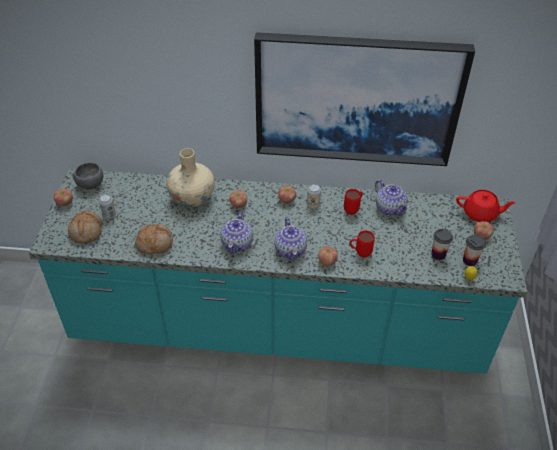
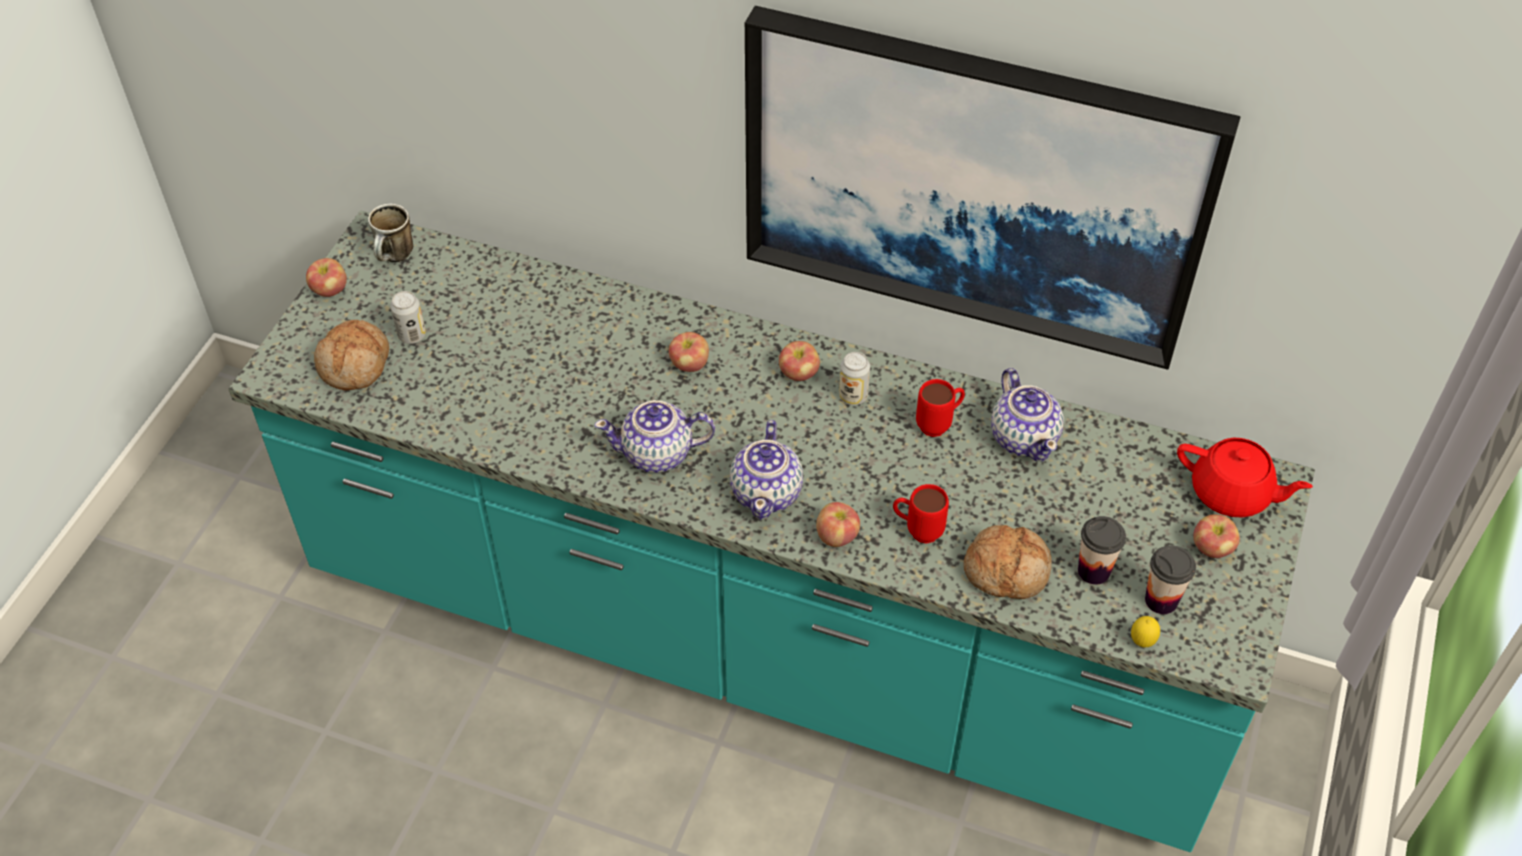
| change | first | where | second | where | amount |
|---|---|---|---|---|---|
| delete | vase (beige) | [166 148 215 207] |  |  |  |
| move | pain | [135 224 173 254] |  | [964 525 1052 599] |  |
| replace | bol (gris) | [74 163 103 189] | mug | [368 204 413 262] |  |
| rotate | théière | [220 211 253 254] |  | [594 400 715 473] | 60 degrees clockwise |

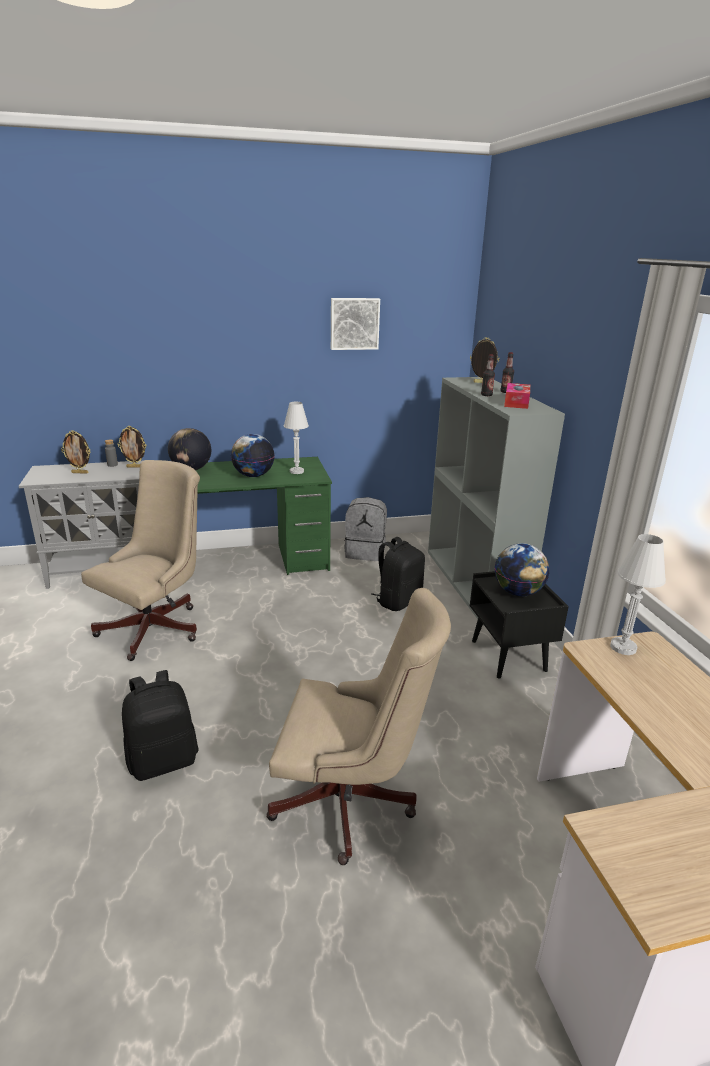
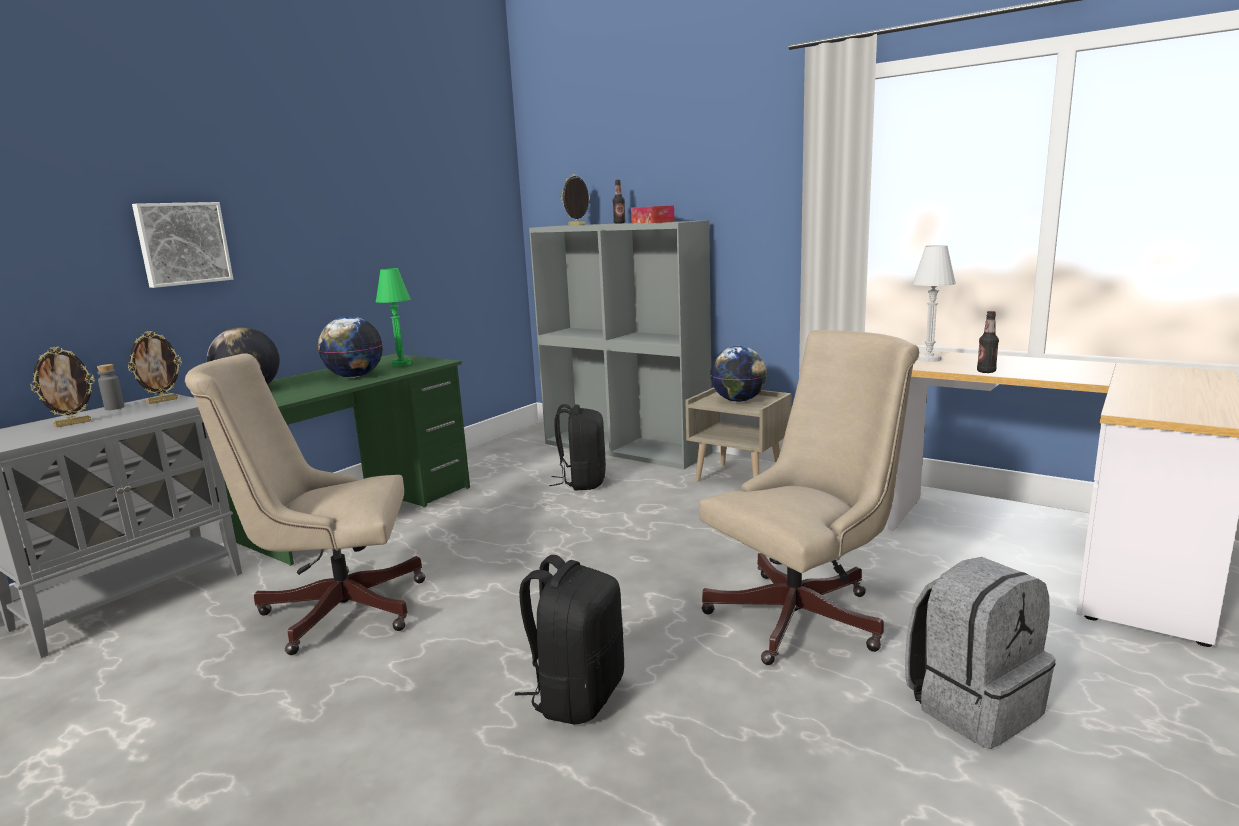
| change | first | where | second | where | amount |
|---|---|---|---|---|---|
| move | tableau | [331 298 380 350] |  | [132 202 233 288] |  |
| move | sac à dos (gris) | [344 497 387 561] |  | [905 557 1056 749] |  |
| move | bouteille | [481 354 495 396] |  | [977 311 999 373] |  |
| recolor | lampe de table (blanc) | [284 402 309 474] | lampe de table (vert) | [376 268 411 366] |  |
| recolor | table de chevet (noir) | [470 571 569 679] | table de chevet (beige) | [685 387 792 482] |  |
| rotate | chaise de bureau (beige) | [81 460 200 661] |  | [185 353 426 655] | 90 degrees counterclockwise |

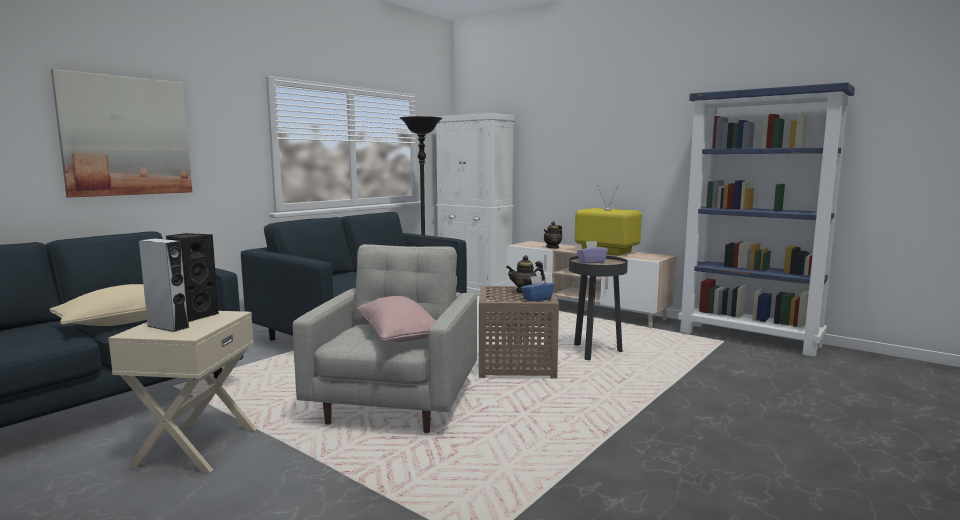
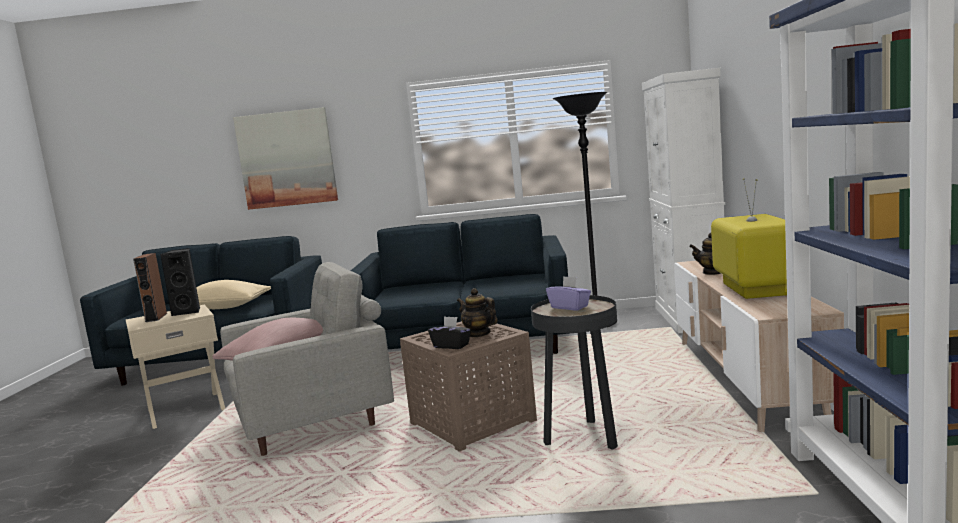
| change | first | where | second | where | amount |
|---|---|---|---|---|---|
| recolor | enceinte (gris) | [139 238 189 332] | enceinte (marron) | [133 253 167 322] |  |
| recolor | boîte à mouchoirs (bleu) | [520 275 555 301] | boîte à mouchoirs (noir) | [428 316 471 349] |  |

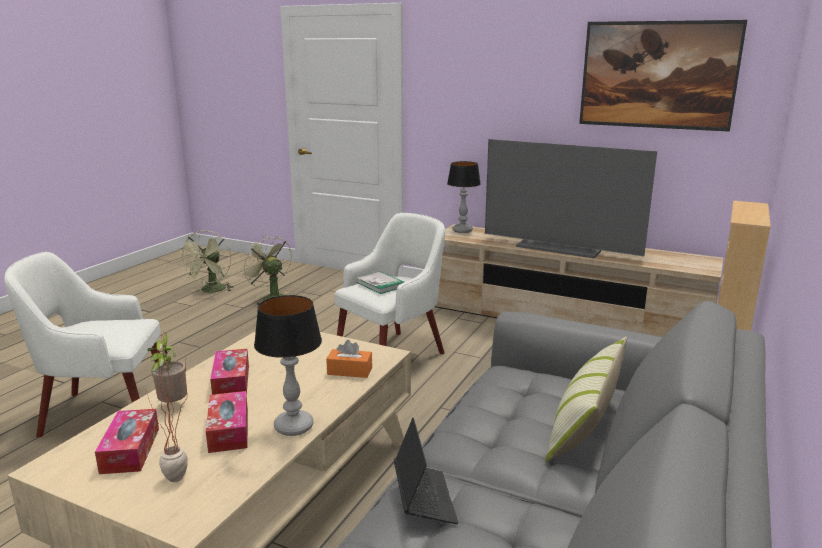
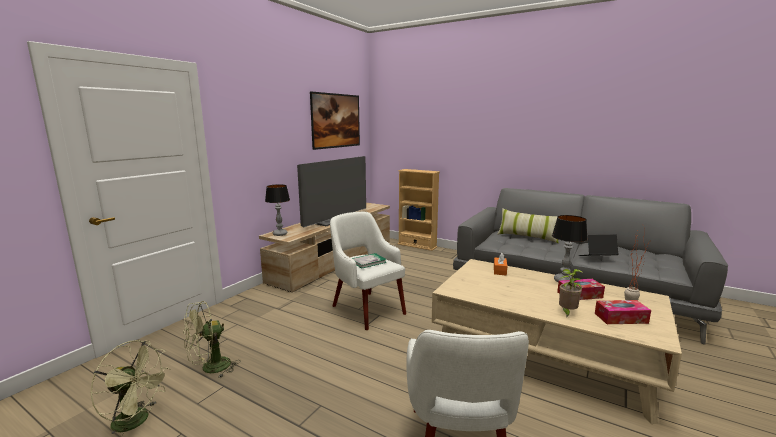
| change | first | where | second | where | amount |
|---|---|---|---|---|---|
| delete | boîte à mouchoirs | [210 349 249 395] |  |  |  |

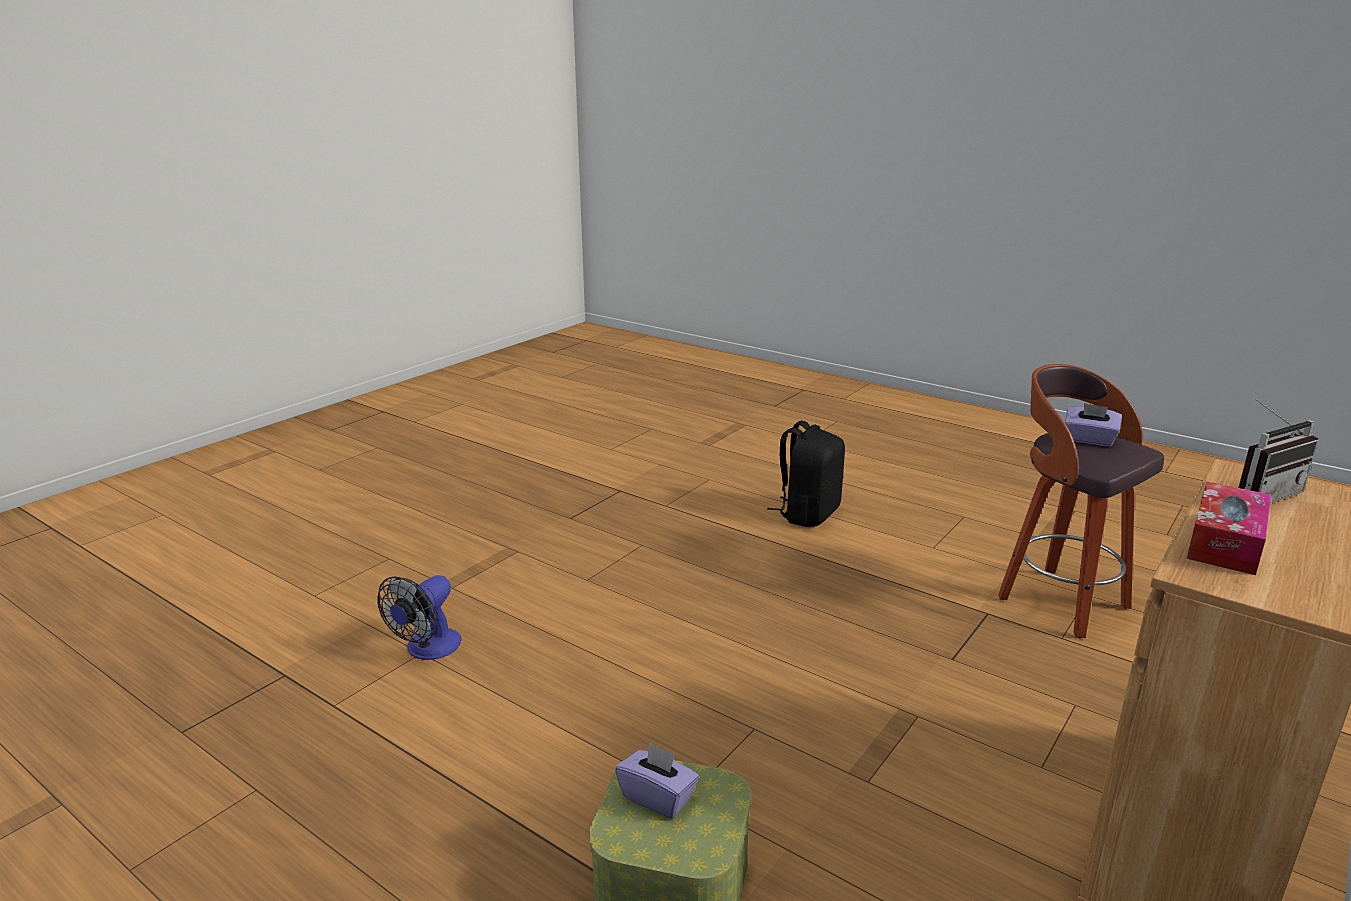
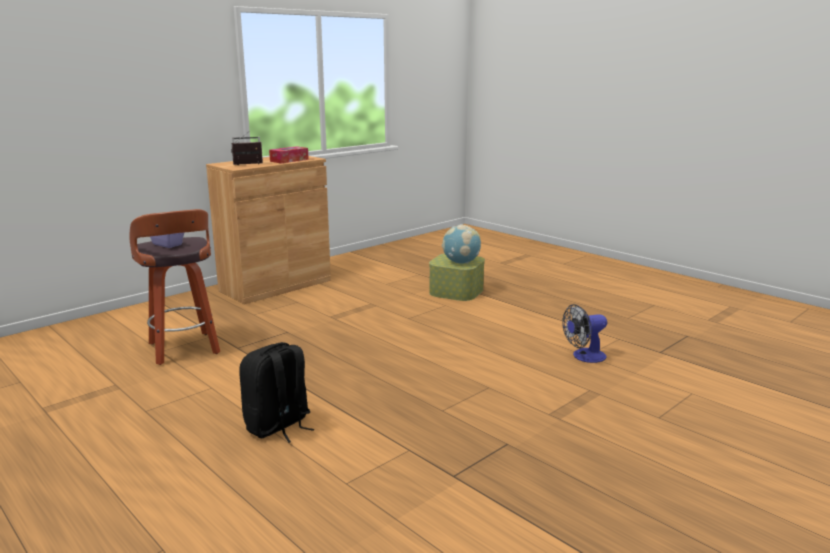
| change | first | where | second | where | amount |
|---|---|---|---|---|---|
| replace | boîte à mouchoirs (violet) | [615 742 699 819] | globe | [442 224 481 264] |  |
| rotate | ventilateur | [378 575 461 660] |  | [562 304 607 363] | 150 degrees counterclockwise |

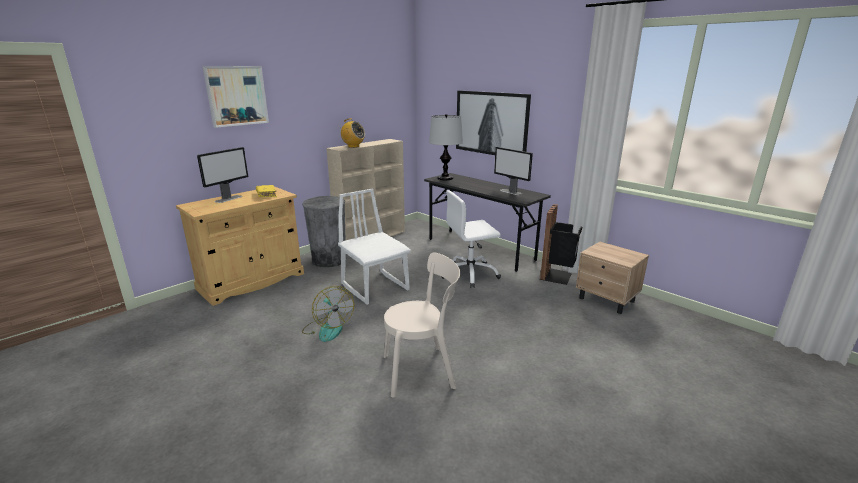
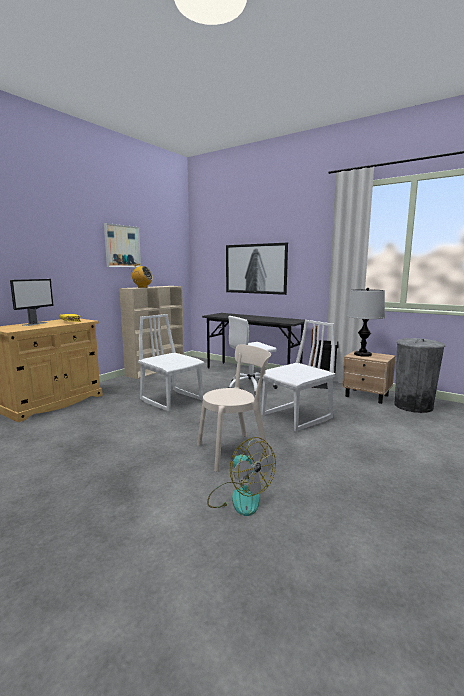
| change | first | where | second | where | amount |
|---|---|---|---|---|---|
| delete | écran d'ordinateur | [494 147 533 195] |  |  |  |
| insert |  |  | chaise (blanc) | [261 320 335 431] |  |
| move | tableau | [203 66 269 128] |  | [104 223 141 267] |  |
| move | poubelle (gris) | [302 196 345 268] |  | [394 338 445 413] |  |
| move | ventilateur | [302 286 354 342] |  | [207 437 276 516] |  |
| move | lampe de table | [429 114 463 180] |  | [347 288 385 357] |  |

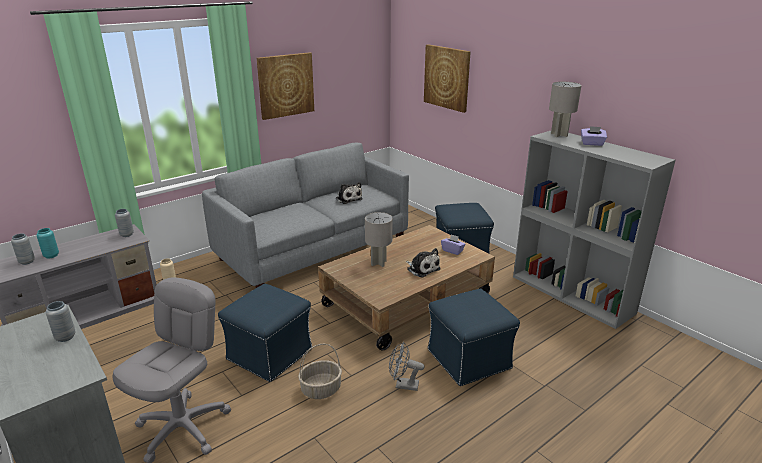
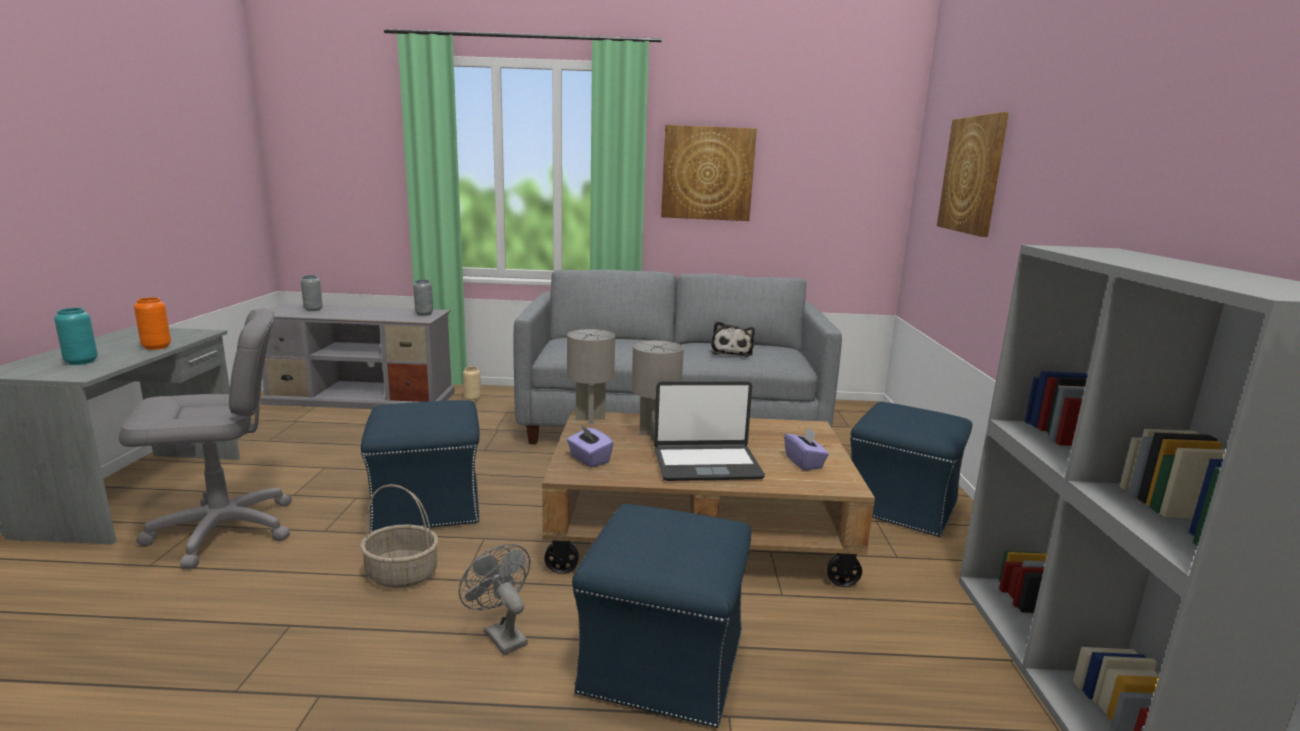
| change | first | where | second | where | amount |
|---|---|---|---|---|---|
| move | vase (turquoise) | [36 228 59 259] |  | [54 308 98 365] |  |
| move | lampe de table (gris) | [549 82 581 137] |  | [567 329 615 424] |  |
| move | boîte à mouchoirs (violet) | [581 126 607 146] |  | [567 425 614 467] |  |
| replace | peluche | [406 248 441 278] | ordinateur portable | [654 381 765 481] |  |
| recolor | vase (gris) | [46 301 76 342] | vase (orange) | [134 297 171 350] |  |

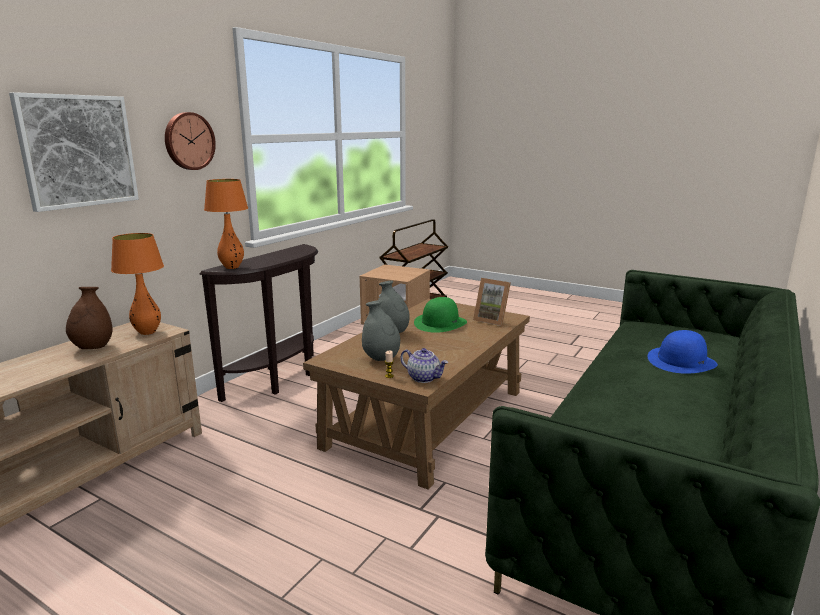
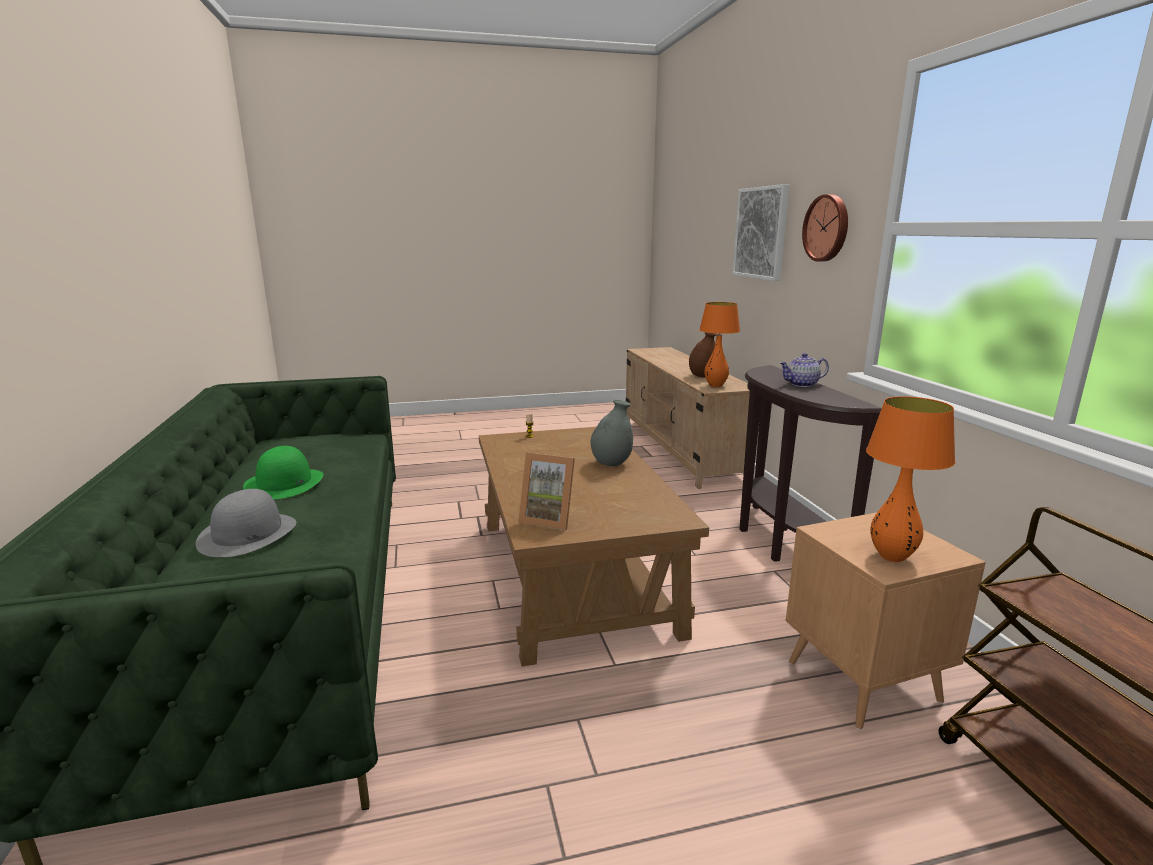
| change | first | where | second | where | amount |
|---|---|---|---|---|---|
| delete | vase (gris) | [362 300 400 361] |  |  |  |
| move | lampe de table (orange) | [204 179 248 269] |  | [866 396 955 562] |  |
| move | théière | [400 348 448 383] |  | [779 353 829 387] |  |
| move | chapeau (vert) | [414 297 467 333] |  | [243 446 323 499] |  |
| recolor | chapeau (bleu) | [647 330 718 374] | chapeau (gris) | [196 489 296 557] |  |
| rotate | cadre photo | [473 278 511 326] |  | [518 452 575 530] | 150 degrees counterclockwise |

